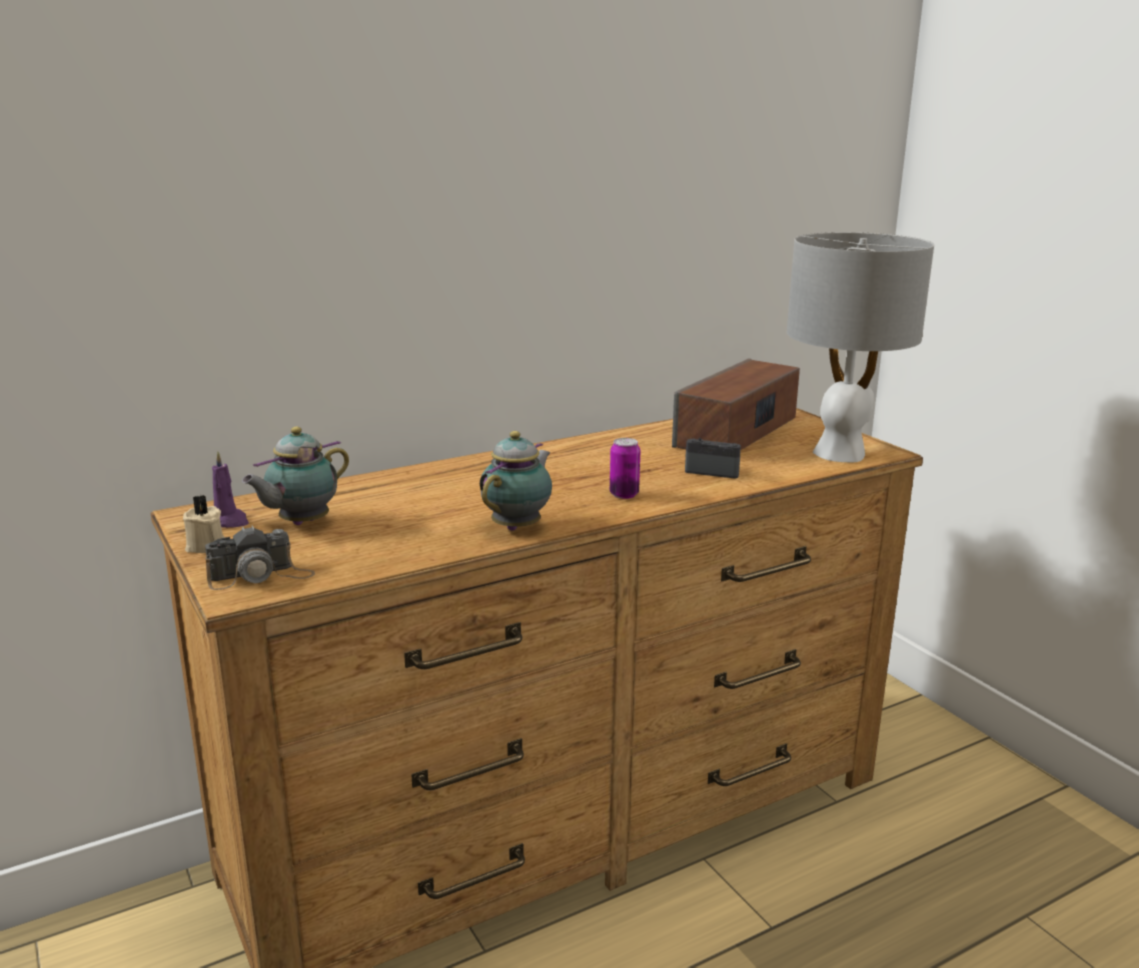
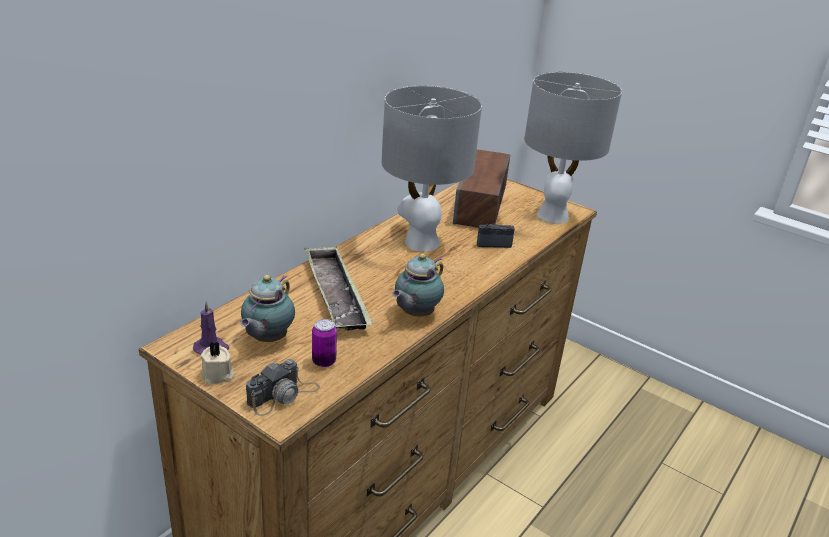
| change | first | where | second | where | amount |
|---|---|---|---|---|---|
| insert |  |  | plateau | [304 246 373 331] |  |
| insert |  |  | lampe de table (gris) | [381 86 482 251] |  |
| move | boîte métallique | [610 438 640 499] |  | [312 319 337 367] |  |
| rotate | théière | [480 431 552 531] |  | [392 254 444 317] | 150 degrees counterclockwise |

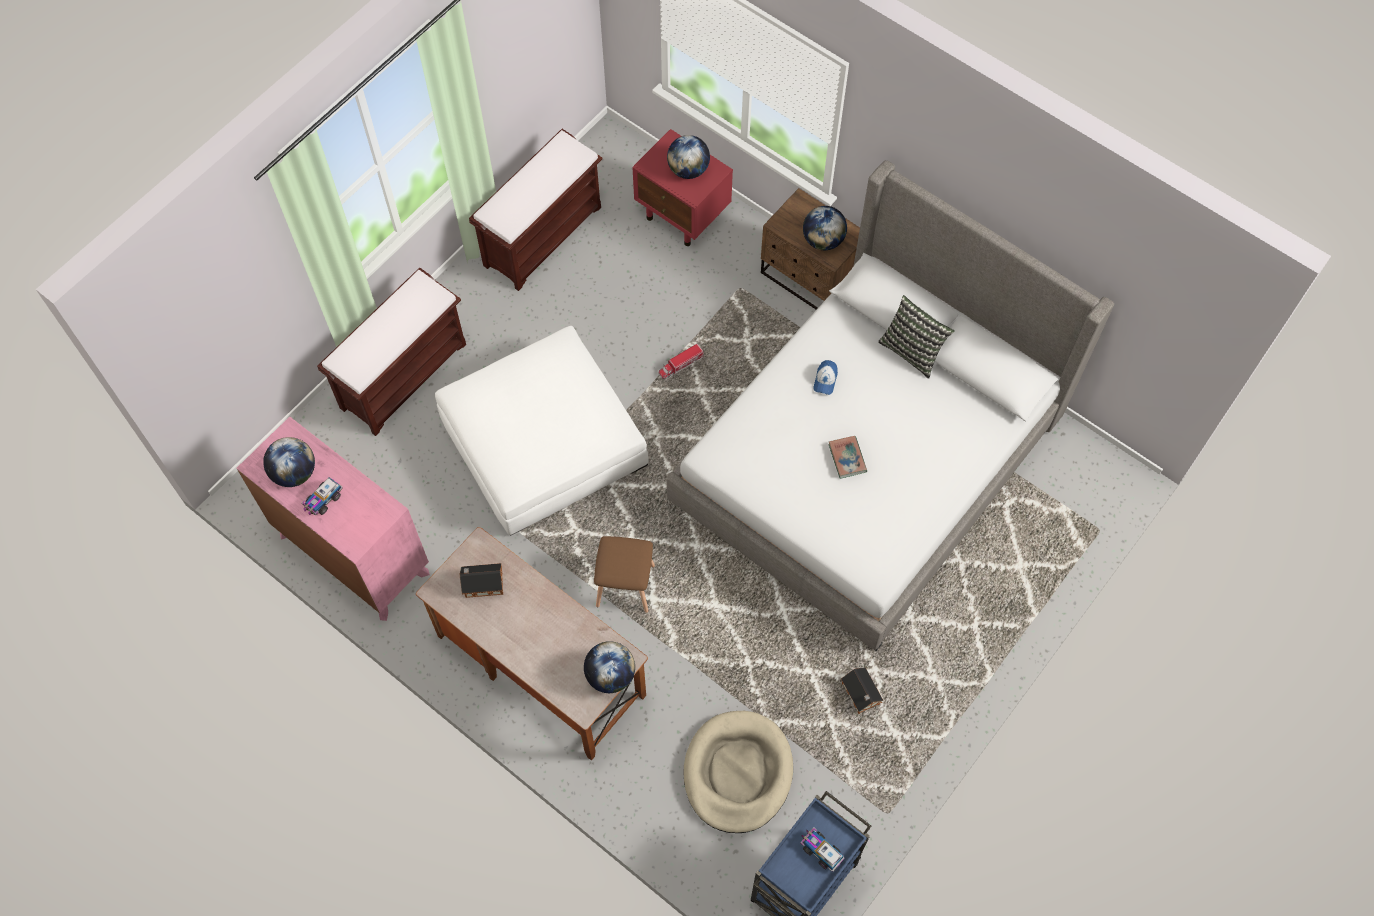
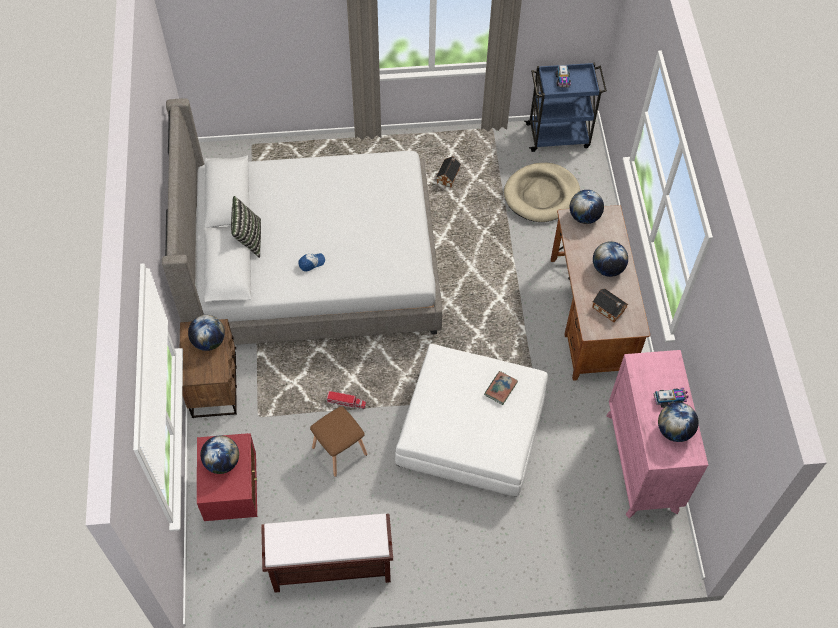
| change | first | where | second | where | amount |
|---|---|---|---|---|---|
| delete | banc (marron) | [317 268 466 436] |  |  |  |
| insert |  |  | globe | [593 241 628 277] |  |
| move | tabouret (marron) | [594 536 655 613] |  | [310 406 367 477] |  |
| move | livre | [829 436 867 479] |  | [484 371 518 405] |  |

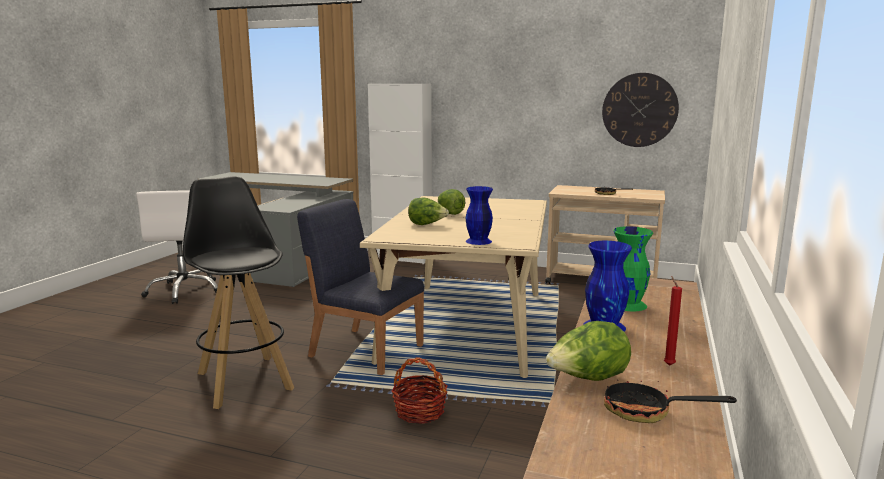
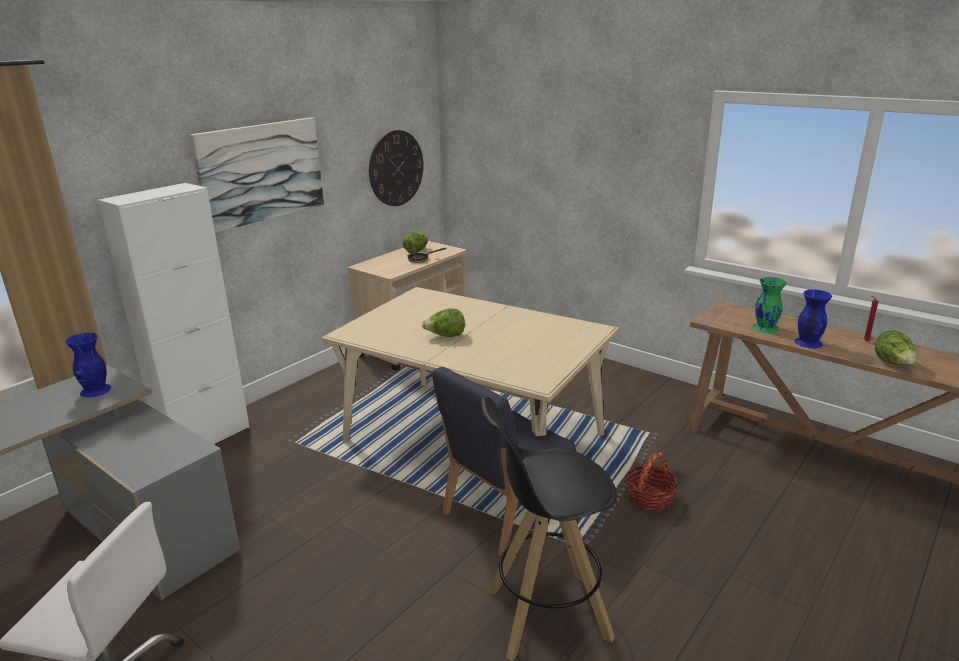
| change | first | where | second | where | amount |
|---|---|---|---|---|---|
| delete | poêle | [604 372 737 423] |  |  |  |
| insert |  |  | tableau | [190 117 324 233] |  |
| move | laitue | [408 198 449 225] |  | [403 231 428 253] |  |
| move | vase (bleu) | [465 186 493 245] |  | [65 333 111 397] |  |

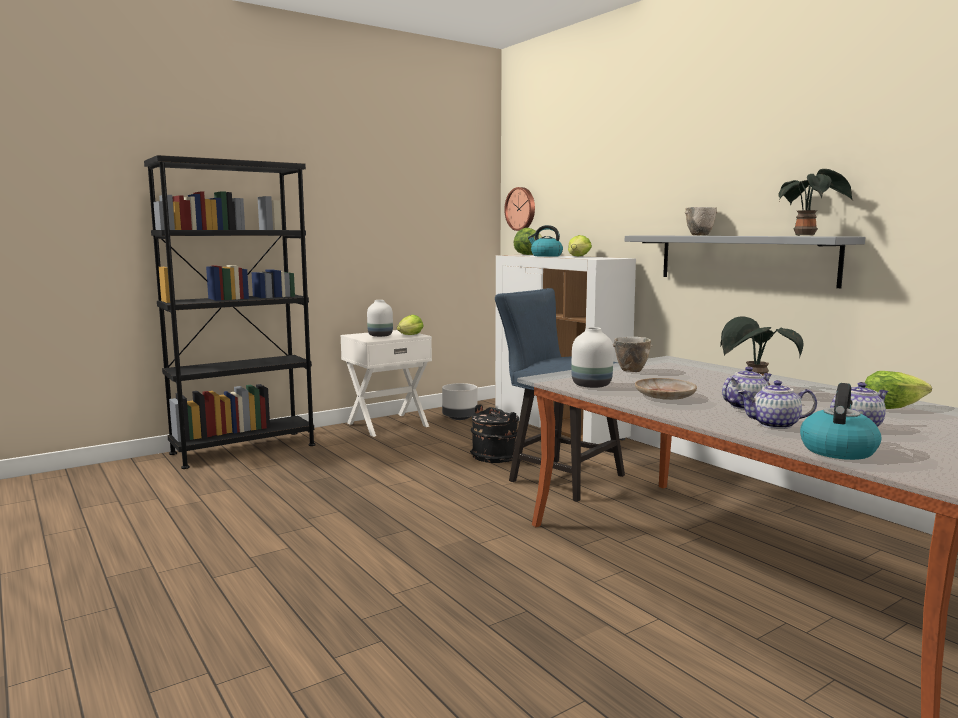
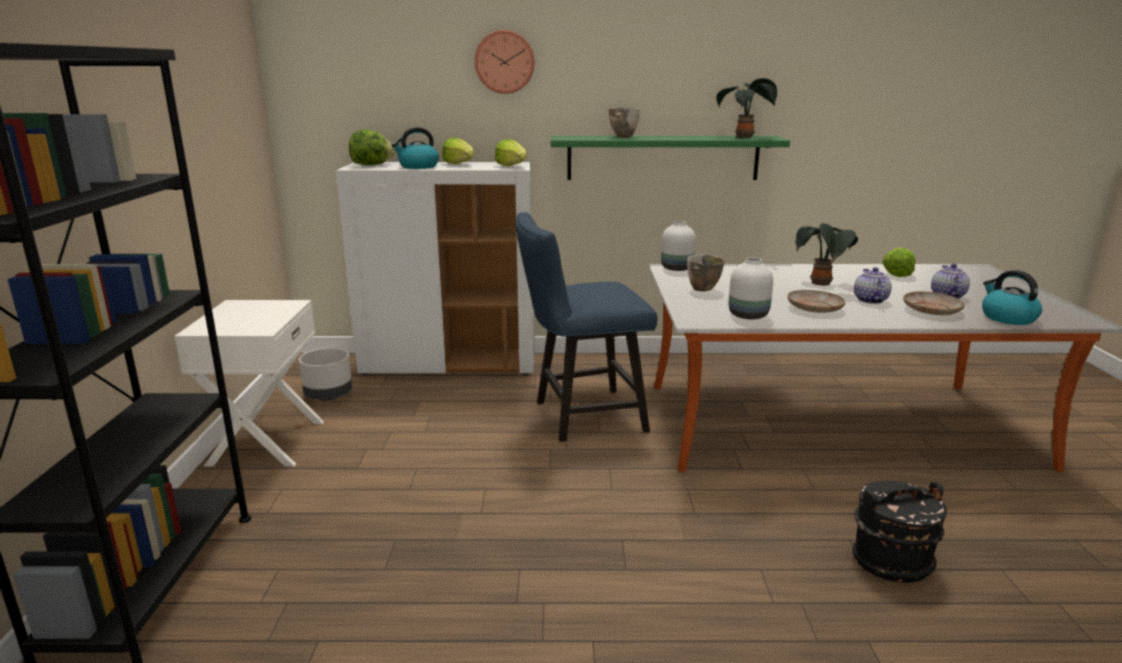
| change | first | where | second | where | amount |
|---|---|---|---|---|---|
| move | vase (blanc) | [367 300 393 337] |  | [661 221 696 271] |  |
| move | laitue | [397 315 424 335] |  | [495 139 527 166] |  |
| move | seau (noir) | [470 405 519 463] |  | [852 481 947 583] |  |
| move | horloge murale | [504 187 535 231] |  | [475 30 534 94] |  |
| replace | théière | [738 380 817 429] | assiette (beige) | [903 291 965 315] |  |
| recolor | étagère (gris) | [625 236 865 288] | étagère (vert) | [551 136 790 180] |  |

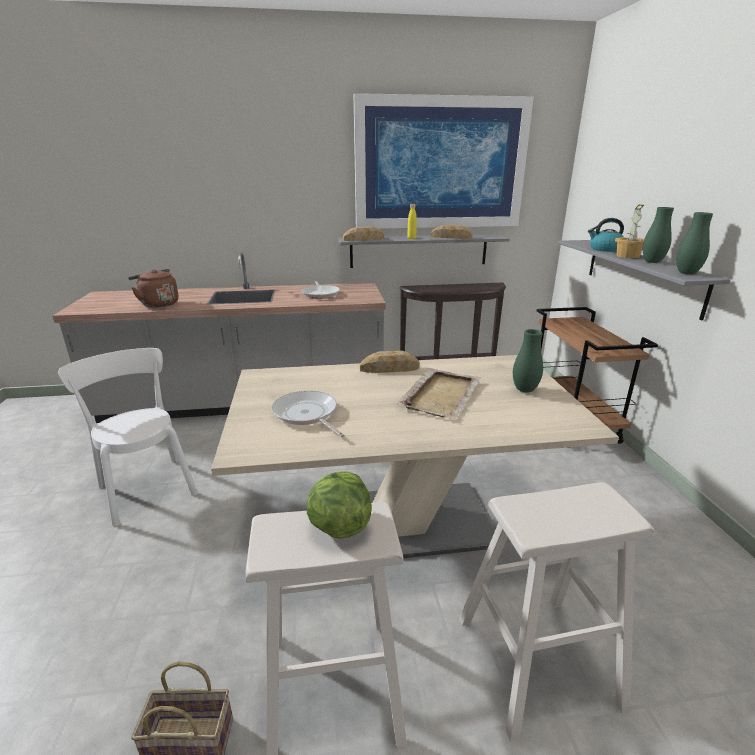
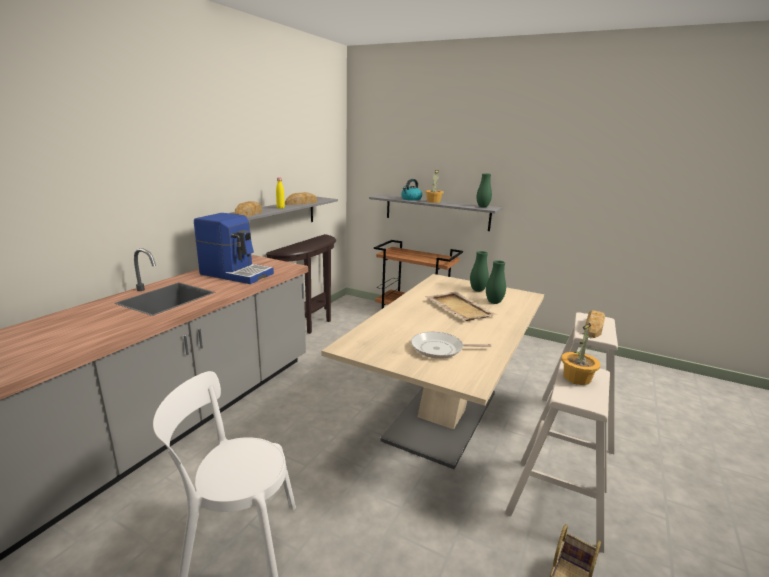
| change | first | where | second | where | amount |
|---|---|---|---|---|---|
| delete | bouilloire (marron) | [128 269 178 308] |  |  |  |
| delete | tableau | [353 93 534 229] |  |  |  |
| move | pain | [360 350 420 373] |  | [586 310 605 338] |  |
| move | vase (vert) | [643 207 674 263] |  | [486 260 506 304] |  |
| replace | poêle | [301 281 340 299] | machine à café | [194 213 274 284] |  |
| replace | laitue | [307 471 372 539] | plante en pot | [561 323 600 385] |  |

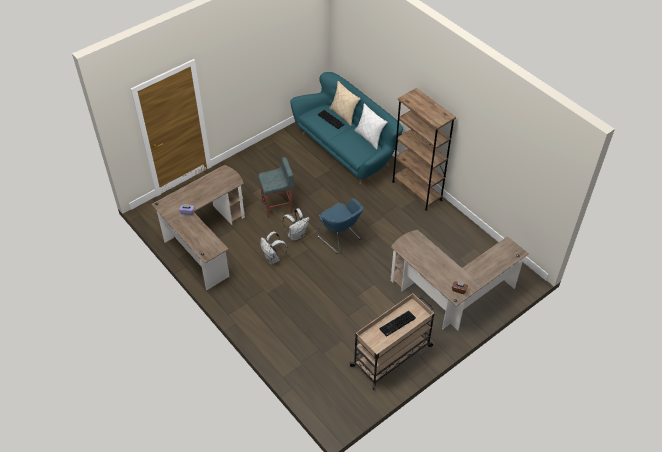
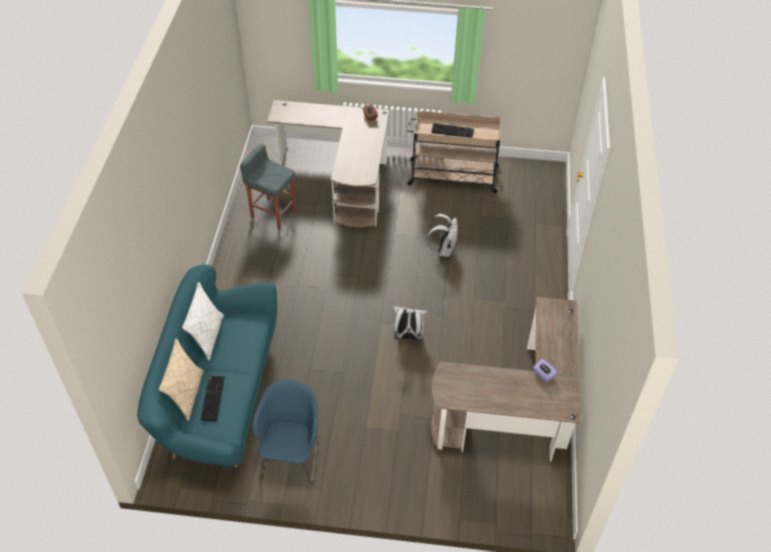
| change | first | where | second | where | amount |
|---|---|---|---|---|---|
| delete | bibliothèque (marron) | [392 88 456 211] |  |  |  |
| move | tabouret (gris) | [258 157 294 218] |  | [240 144 296 230] |  |
| move | sac à dos (blanc) | [260 231 287 264] |  | [427 214 458 257] |  |
| move | fauteuil (bleu) | [317 199 364 254] |  | [253 380 318 484] |  |

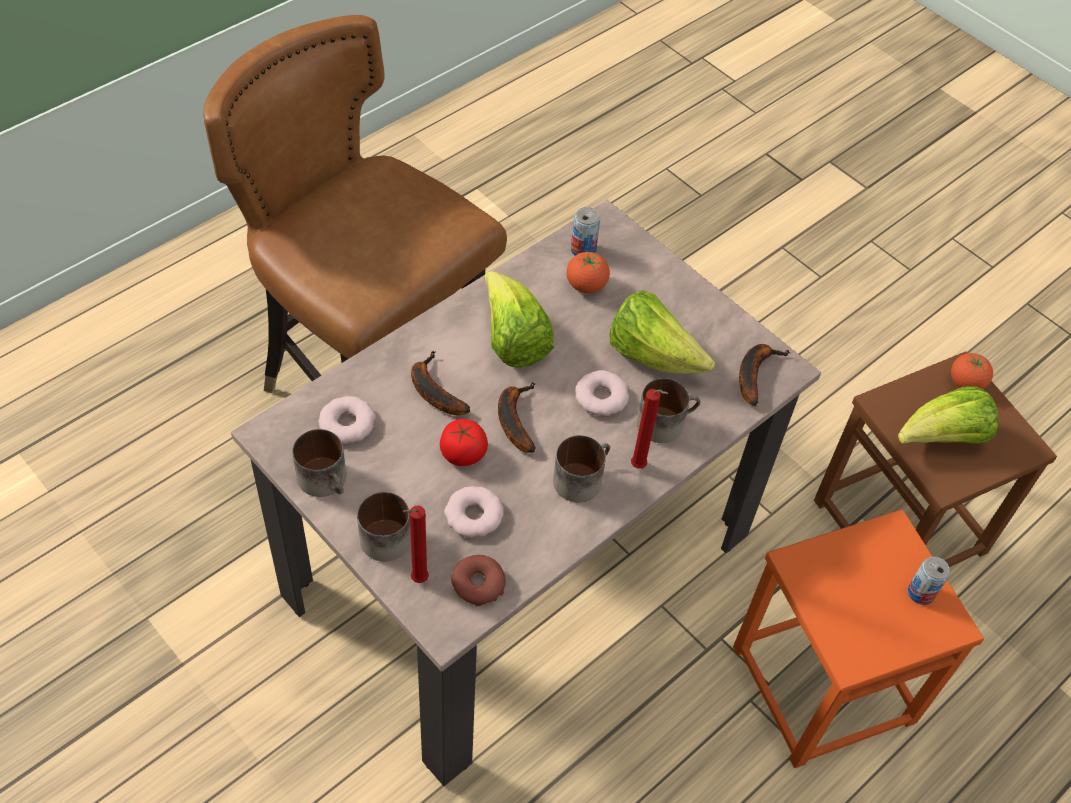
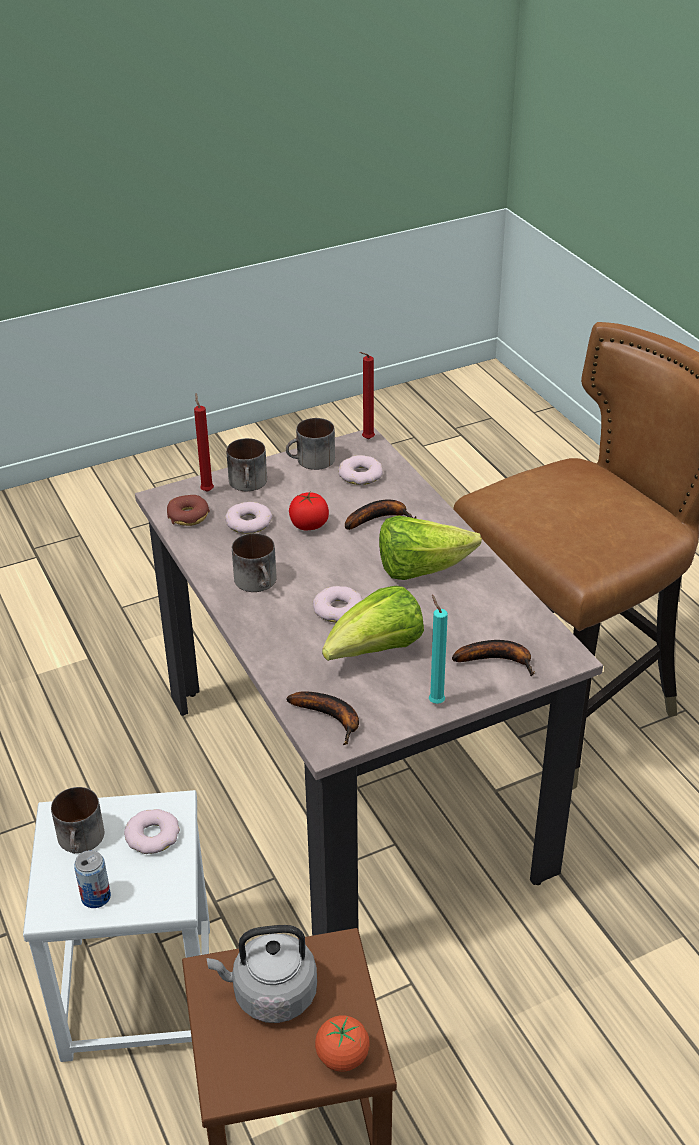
| change | first | where | second | where | amount |
|---|---|---|---|---|---|
| delete | tomate | [567 251 610 293] |  |  |  |
| delete | boîte métallique | [571 207 600 256] |  |  |  |
| insert |  |  | beignet | [124 809 180 854] |  |
| insert |  |  | bougie (turquoise) | [429 595 448 704] |  |
| move | banane | [498 382 536 453] |  | [452 640 535 676] |  |
| move | bougie (rouge) | [631 389 668 469] |  | [359 352 375 439] |  |
| move | mug | [637 378 700 443] |  | [51 787 104 854] |  |
| replace | laitue | [898 386 999 444] | bouilloire (gris) | [207 925 317 1023] |  |
| recolor | tabouret (orange) | [733 509 984 768] | tabouret (blanc) | [23 790 210 1062] |  |

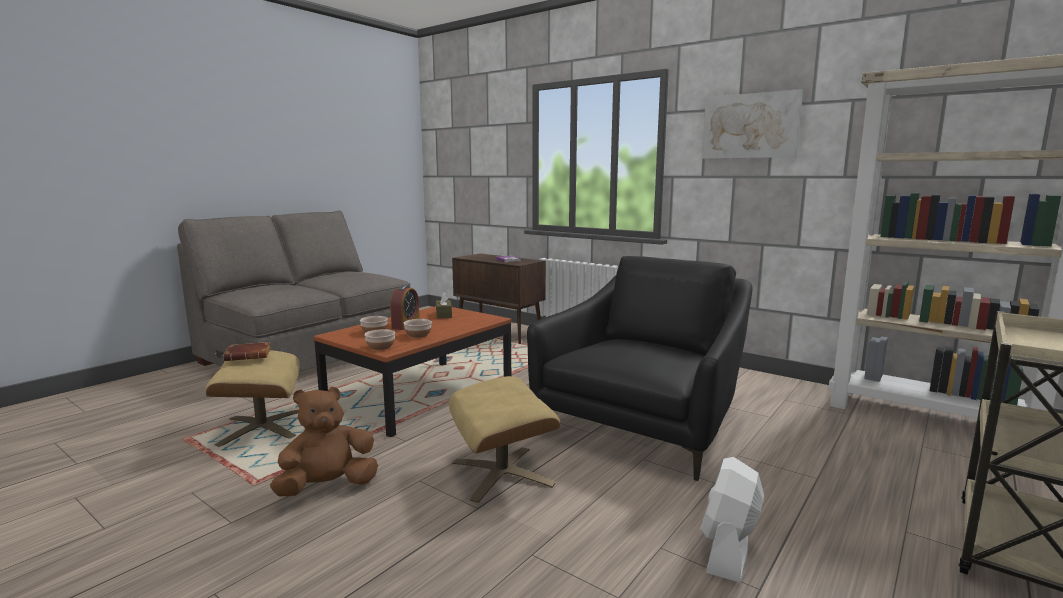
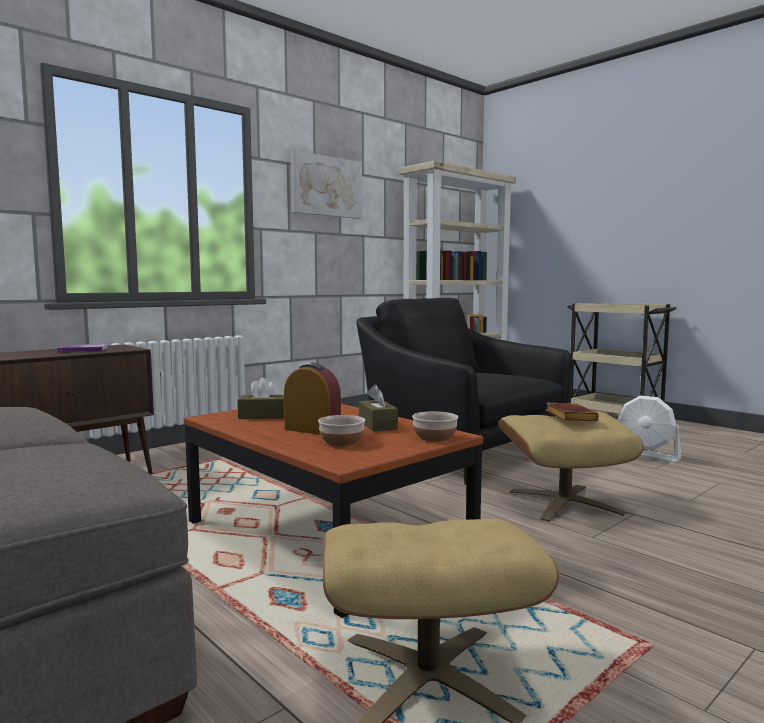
| change | first | where | second | where | amount |
|---|---|---|---|---|---|
| delete | peluche (marron) | [270 386 378 496] |  |  |  |
| move | livre (marron) | [223 342 271 361] |  | [546 403 599 421] |  |
| replace | bol | [404 319 432 338] | boîte à mouchoirs (marron) | [359 385 398 432] |  |

